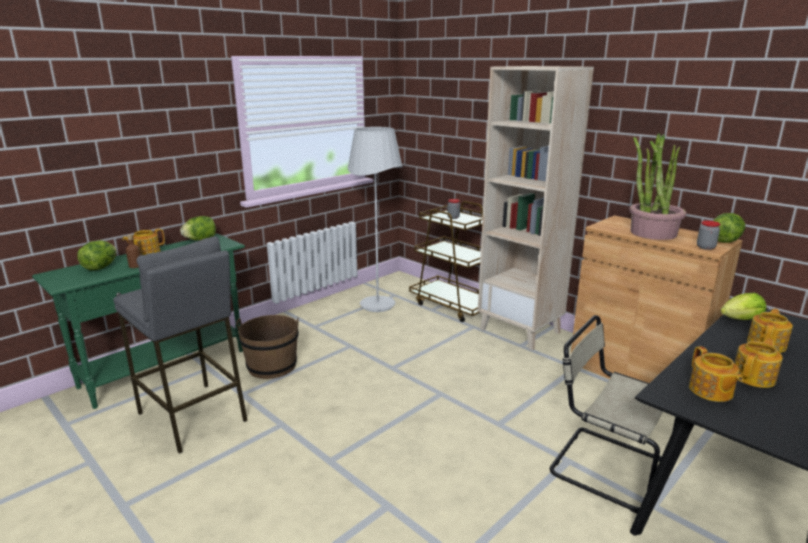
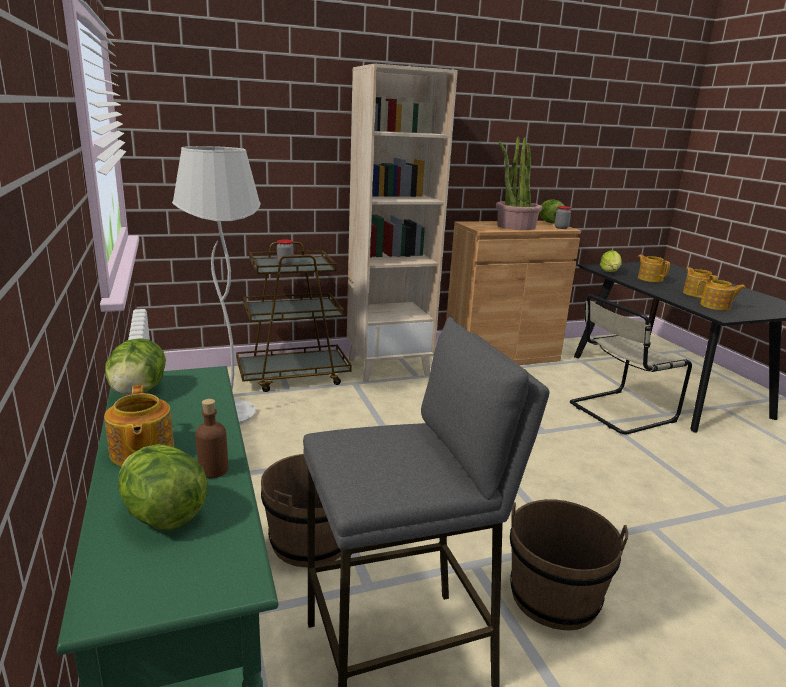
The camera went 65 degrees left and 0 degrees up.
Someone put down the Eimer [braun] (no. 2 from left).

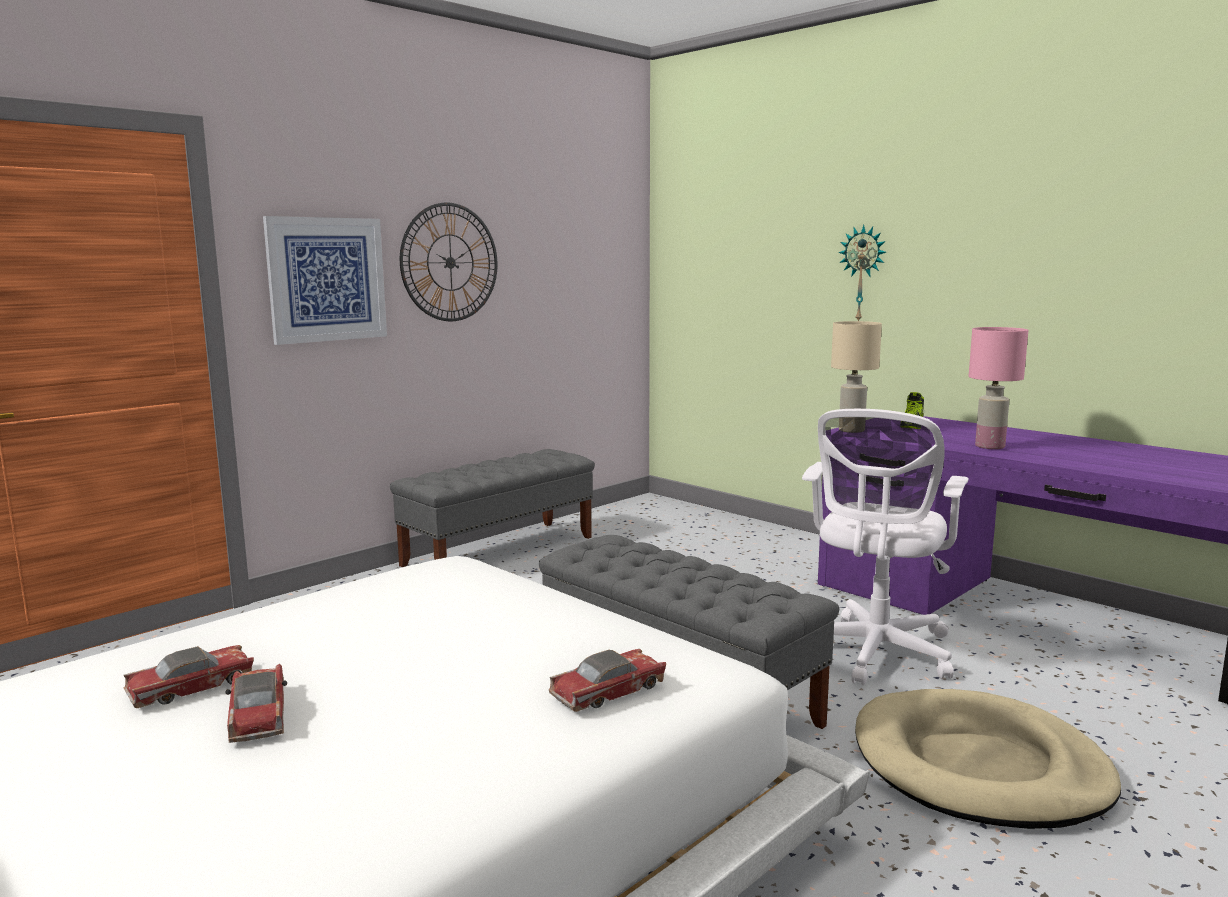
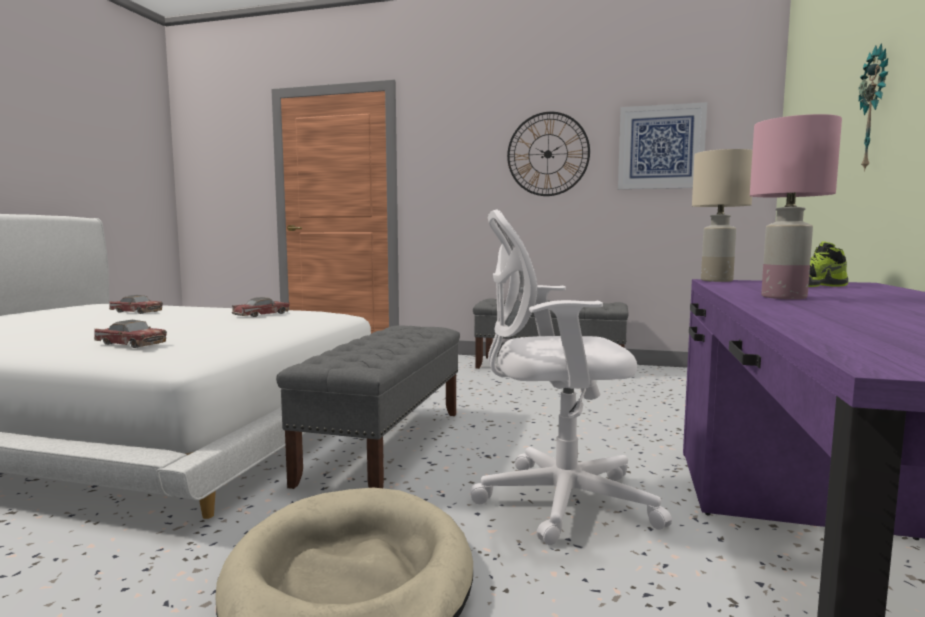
The camera went 60 degrees right and 5 degrees down.
Someone carried the Spielzeugauto (no. 2 from left in the first image).
Someone carried the Bild.

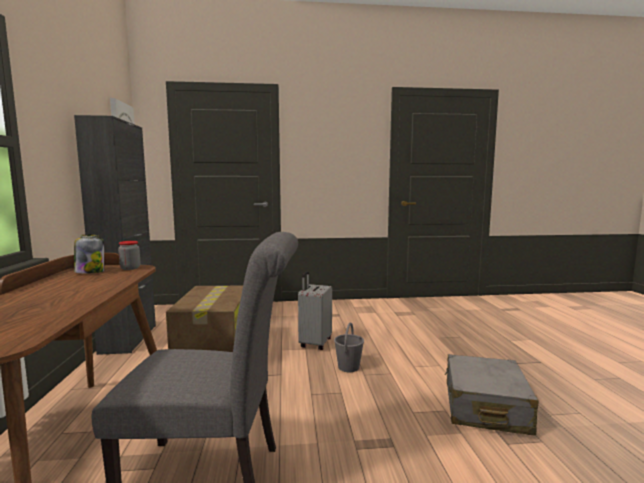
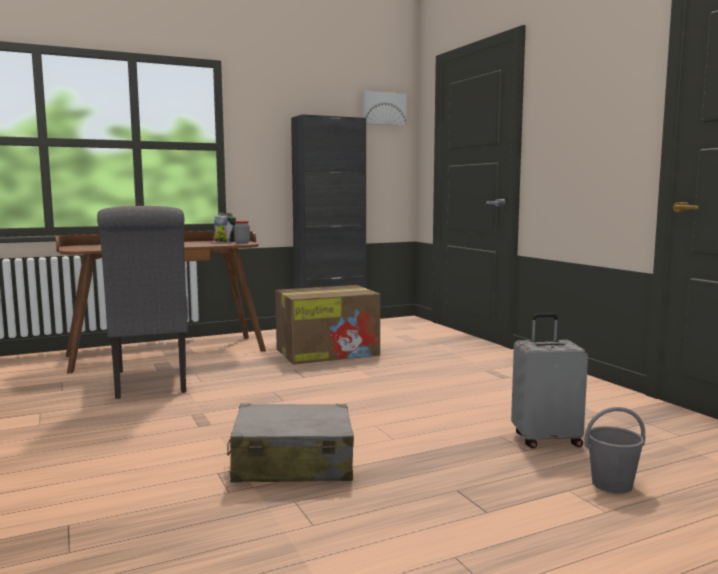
The camera went 70 degrees right and 0 degrees up.
Someone carried the Koffer [grau] (no. 1 from left in the first image).
Someone carried the Eimer [grau].

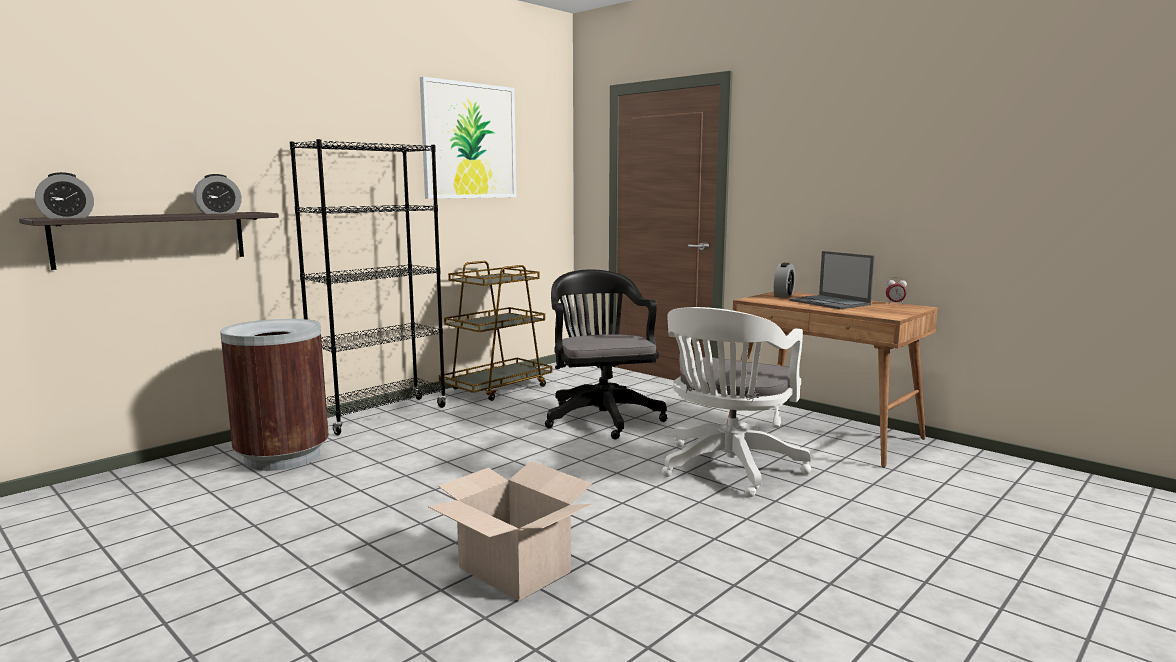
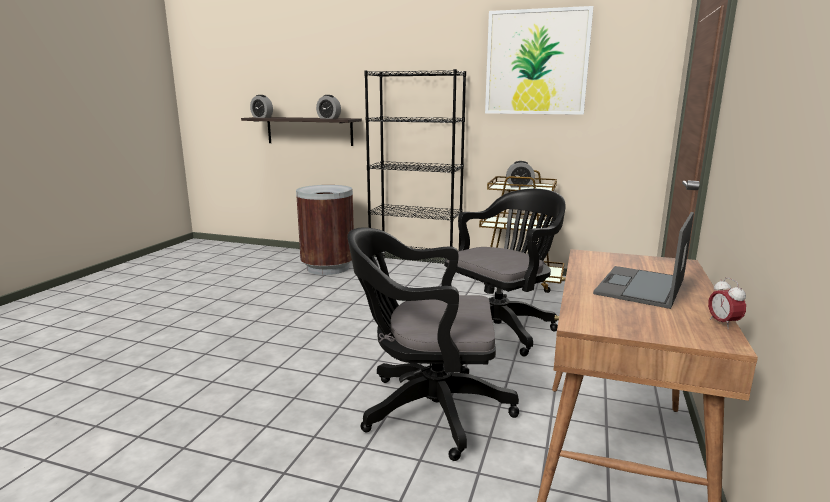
The camera went 65 degrees right and 5 degrees up.
Someone took away the Karton.
Someone carried the Wecker (no. 3 from left).
Someone repainted the Bürostuhl [weiß], which became the Bürostuhl [schwarz] (no. 1 from left).

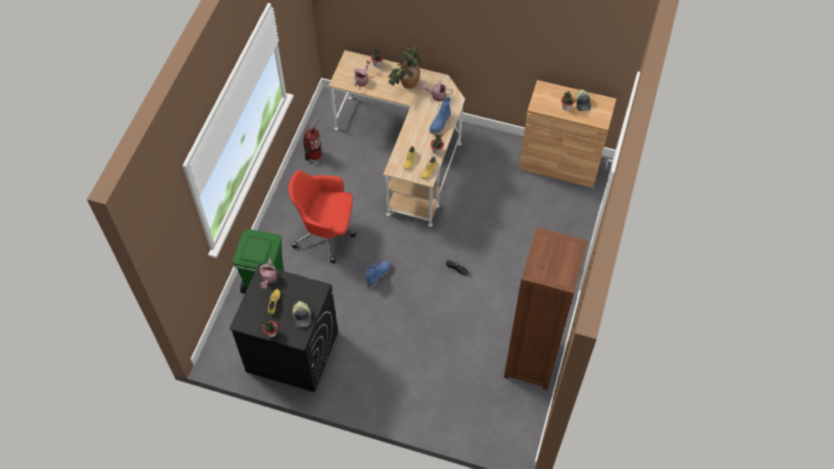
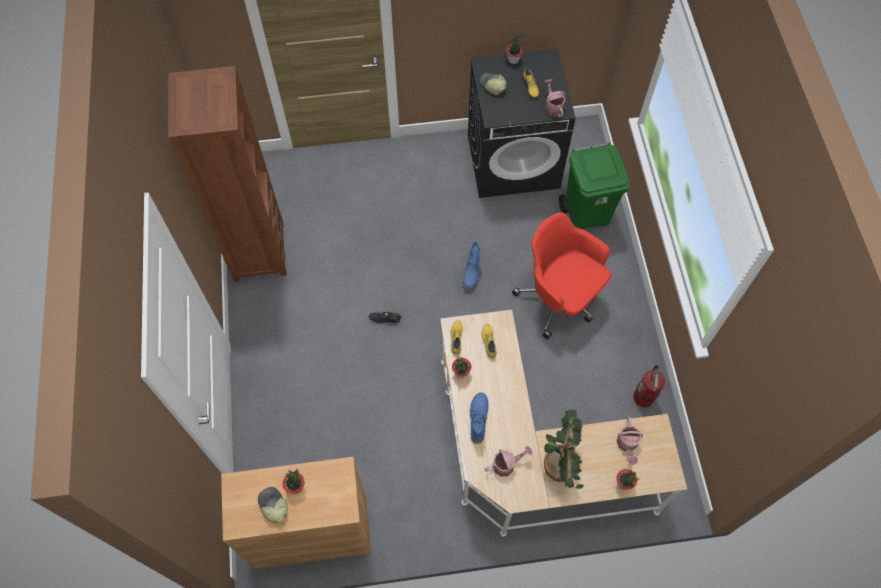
The camera went 155 degrees right and 5 degrees up.
Someone rotated the Bürostuhl [rot] by 120 degrees counterclockwise.

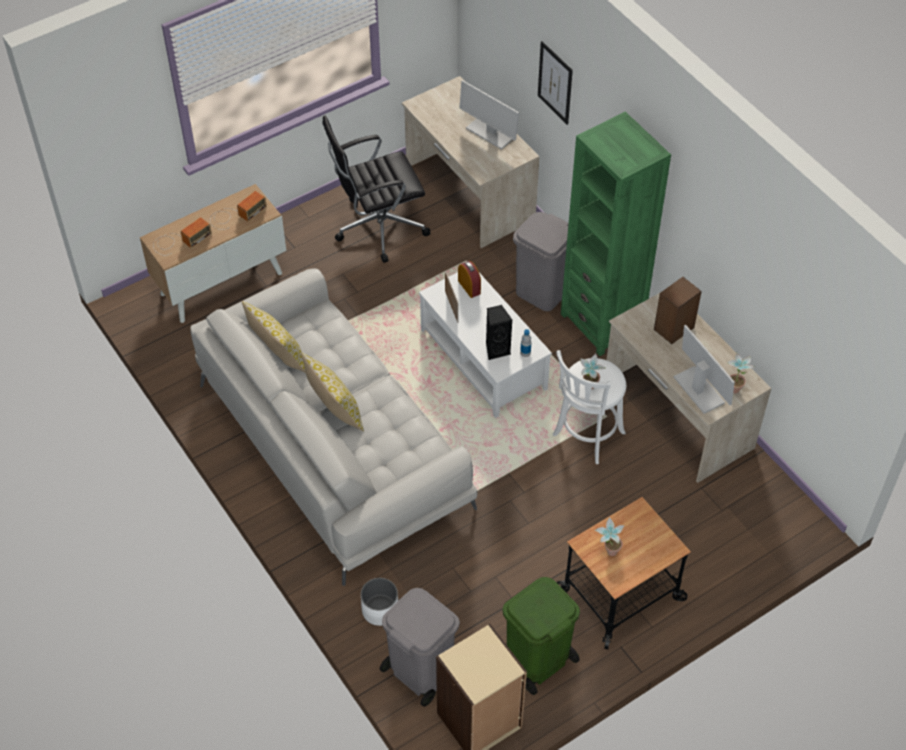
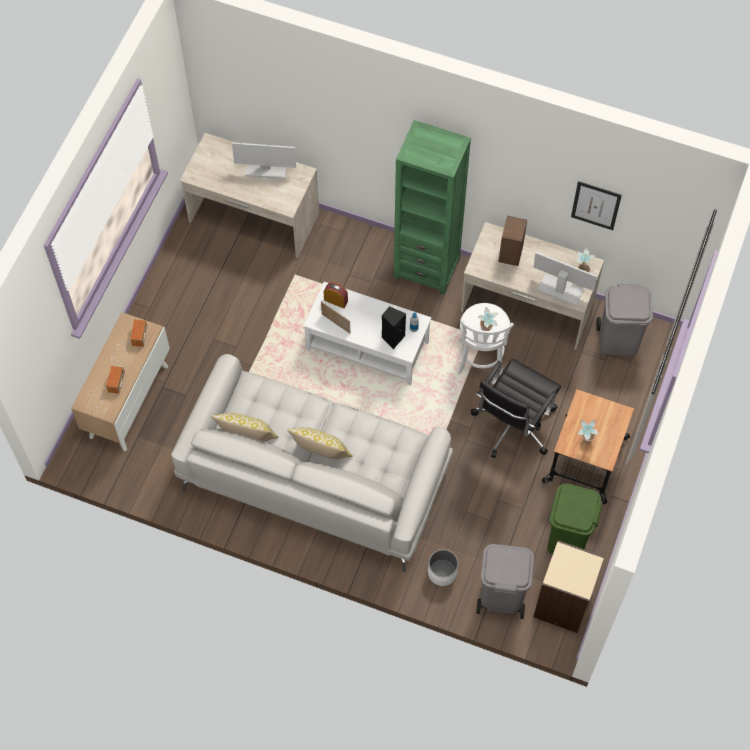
The camera went 35 degrees left and 10 degrees up.
Someone carried the Bürostuhl [schwarz].
Someone carried the Mülleimer [grau] (no. 2 from left).
Someone carried the Bild.

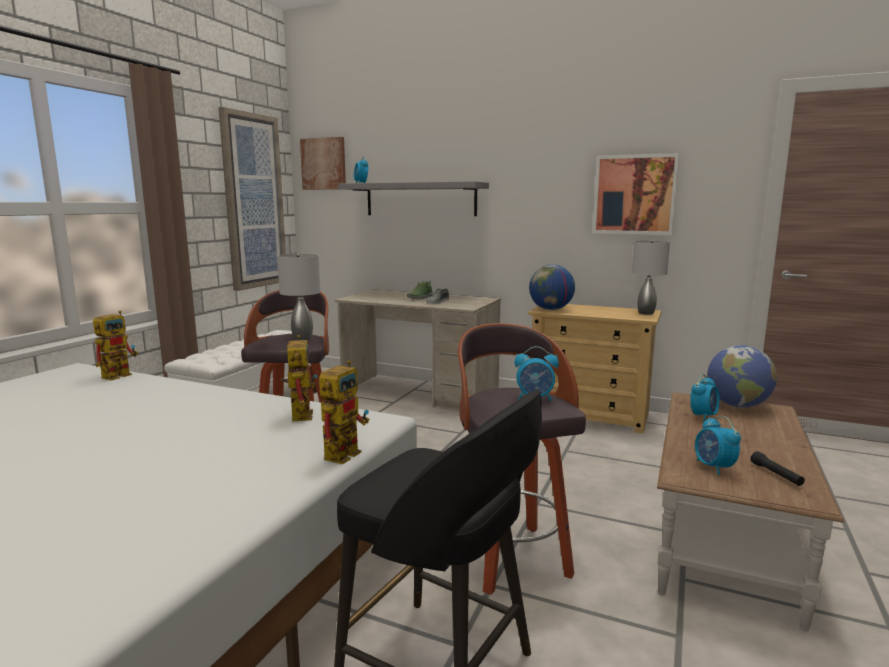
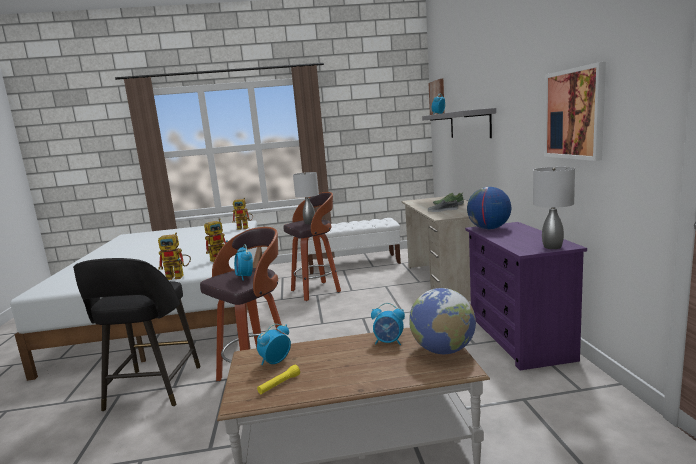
The camera went 60 degrees right and 0 degrees up.
Someone took away the Bild (no. 1 from left).
Someone repainted the Kommode [beige], which became the Kommode [lila].
Someone repainted the Taschenlampe [schwarz], which became the Taschenlampe [gelb].

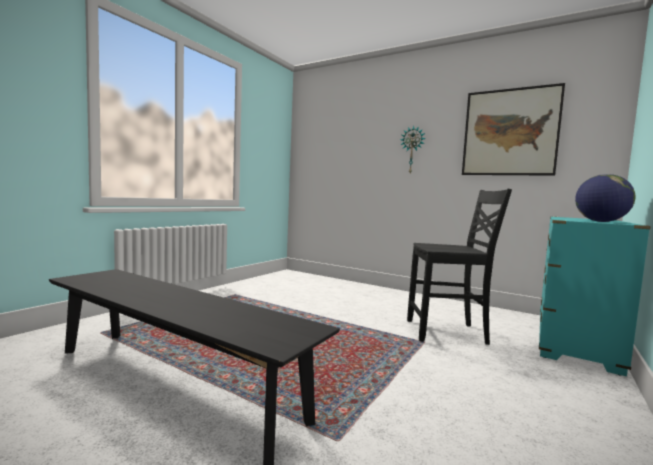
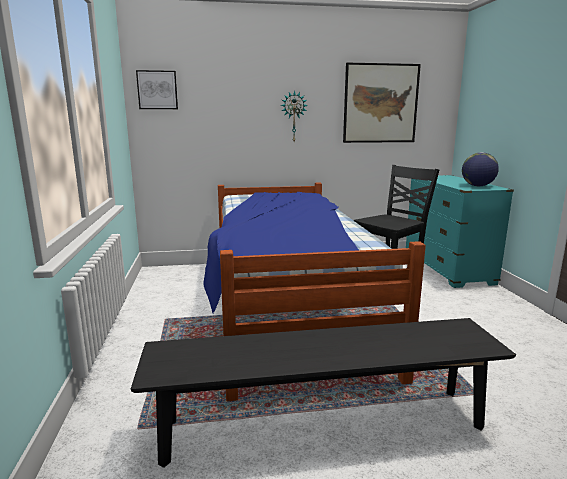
The camera went 40 degrees left and 10 degrees up.
Someone put up the Bild (no. 1 from left).
Someone put down the Bett.

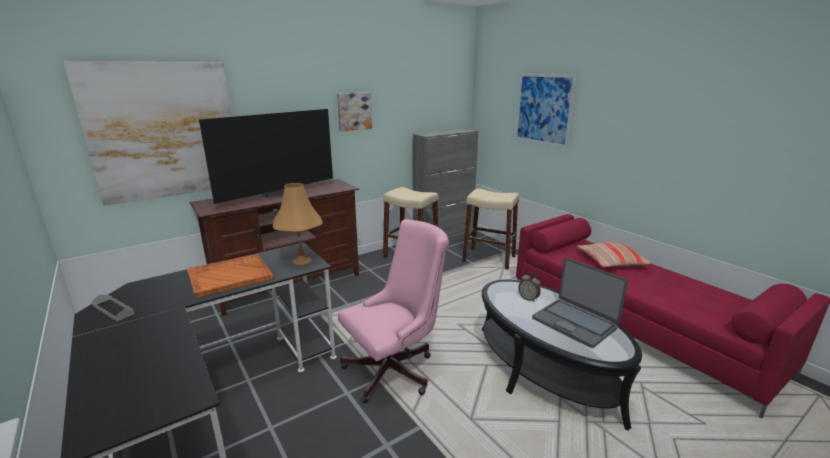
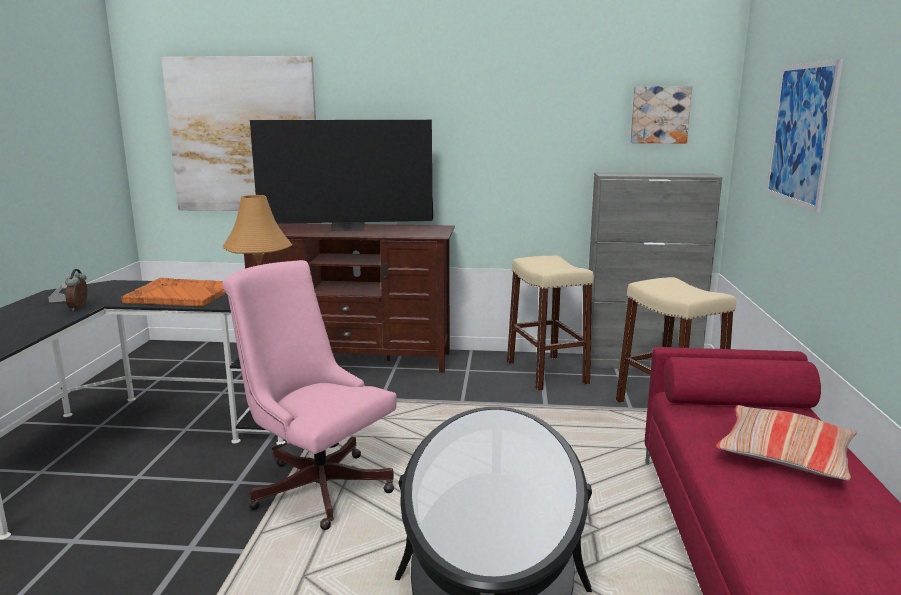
The camera went 40 degrees right and 5 degrees down.
Someone took away the Laptop.
Someone carried the Bild (no. 2 from left).
Someone carried the Wecker.
Someone rotated the Bürostuhl [rosa] by 150 degrees counterclockwise.

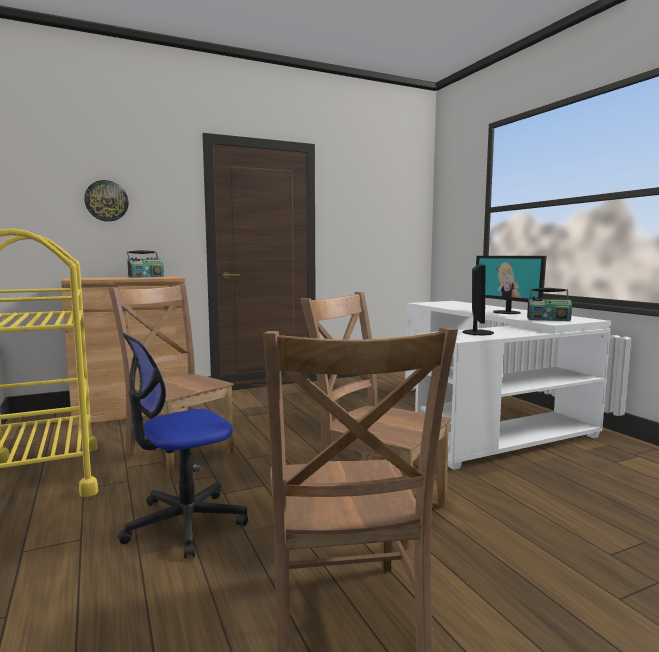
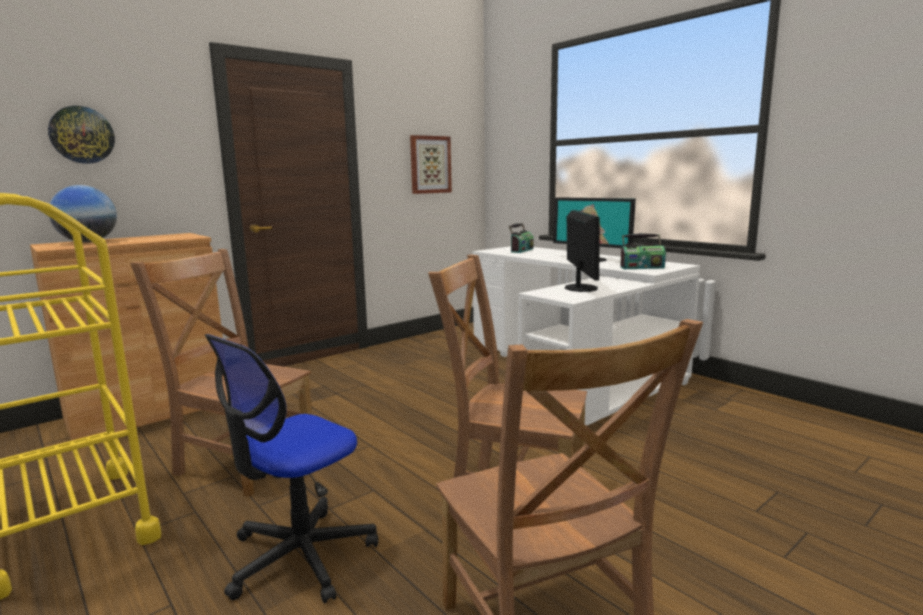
The camera went 15 degrees left and 5 degrees up.
Someone put down the Globus.
Someone put up the Bild.
Someone carried the Radio (no. 1 from left).

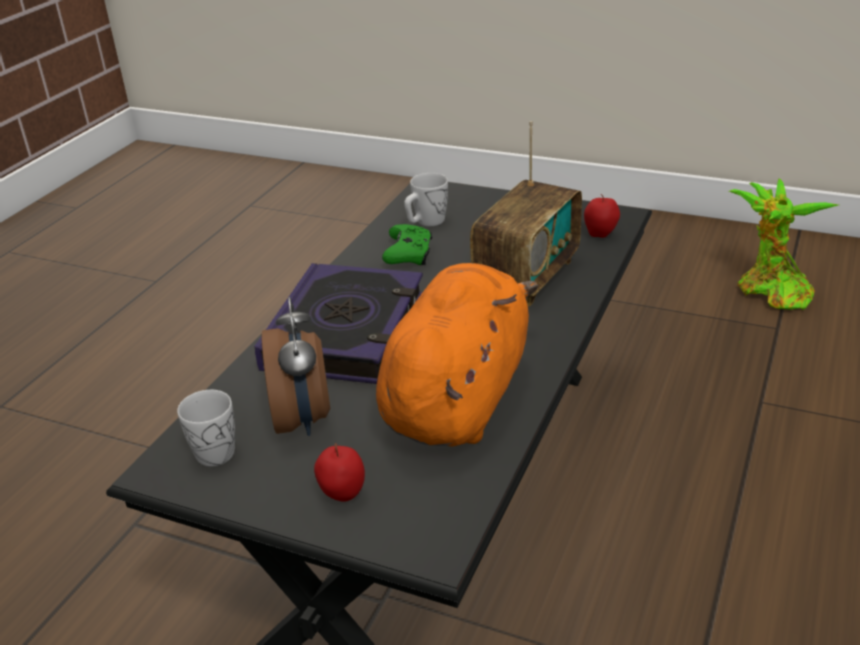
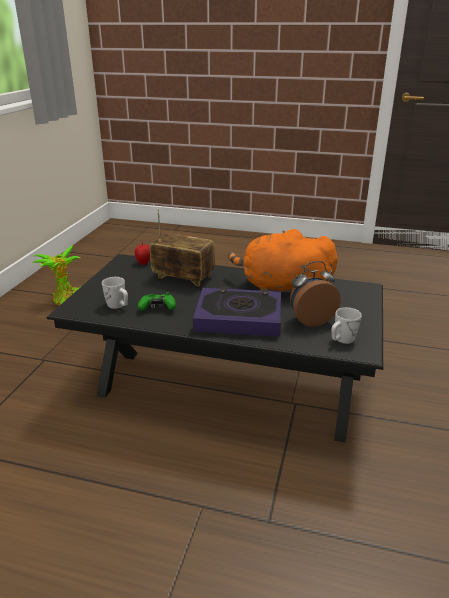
The camera went 100 degrees left and 5 degrees down.
Someone took away the Apfel (no. 1 from left).

